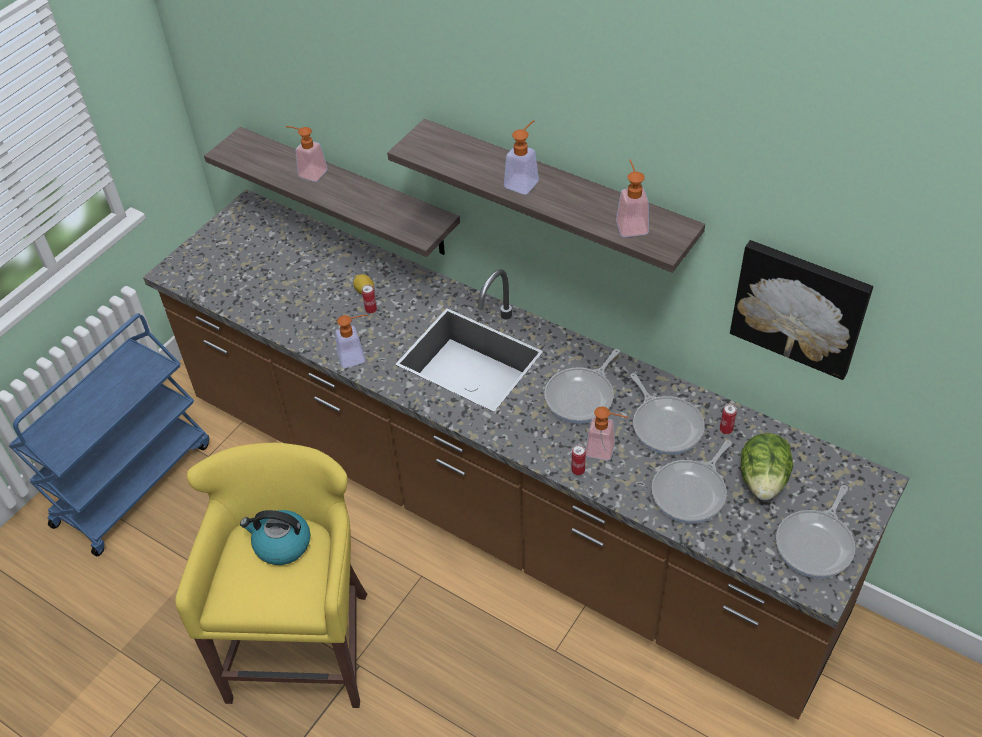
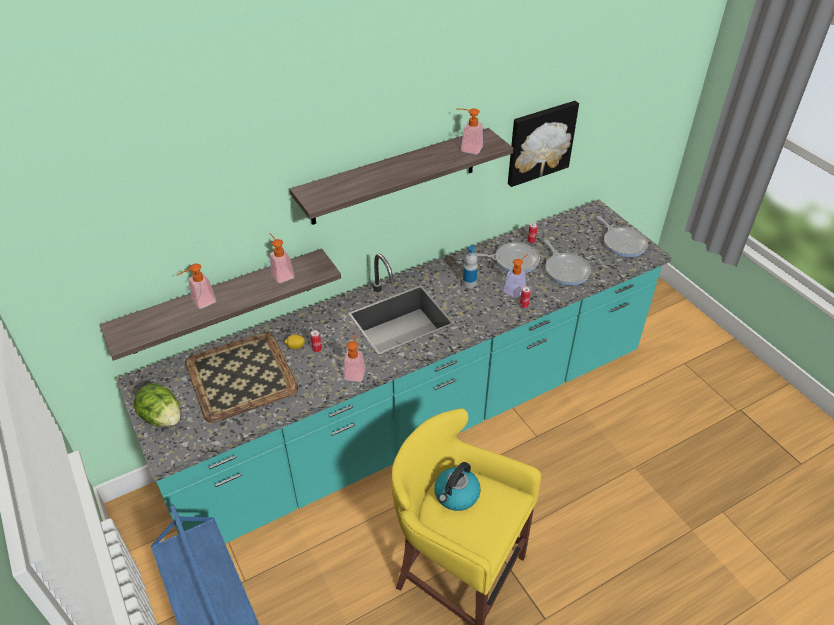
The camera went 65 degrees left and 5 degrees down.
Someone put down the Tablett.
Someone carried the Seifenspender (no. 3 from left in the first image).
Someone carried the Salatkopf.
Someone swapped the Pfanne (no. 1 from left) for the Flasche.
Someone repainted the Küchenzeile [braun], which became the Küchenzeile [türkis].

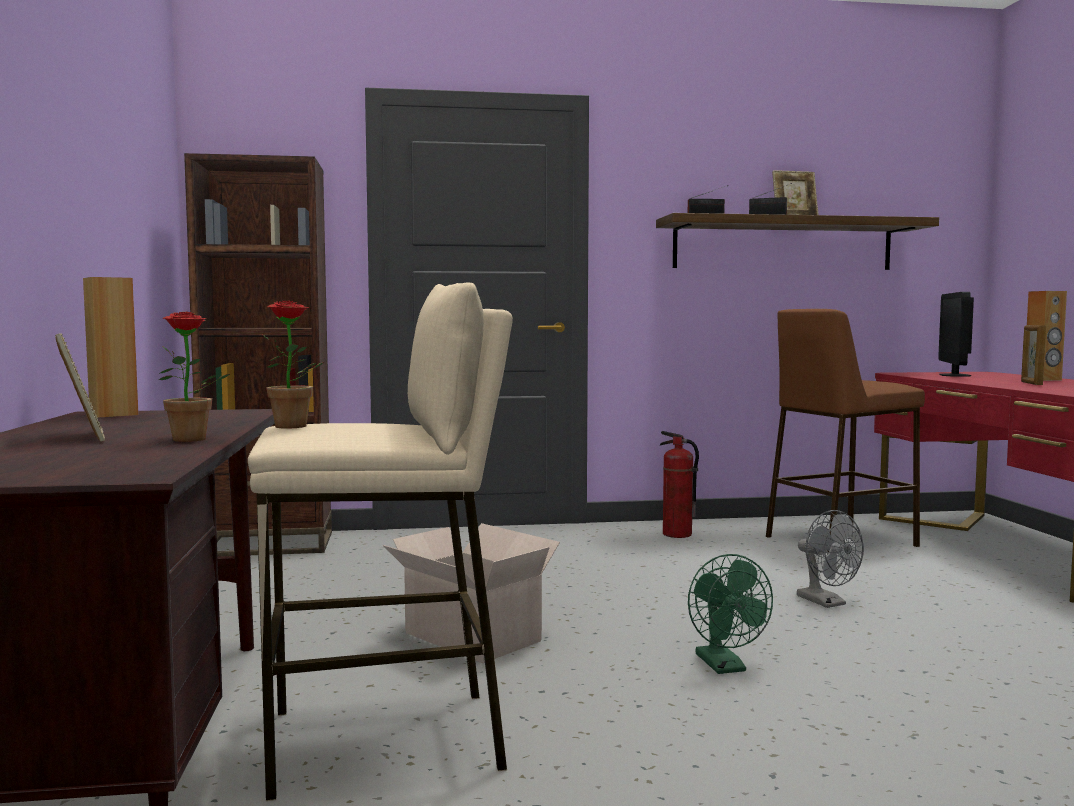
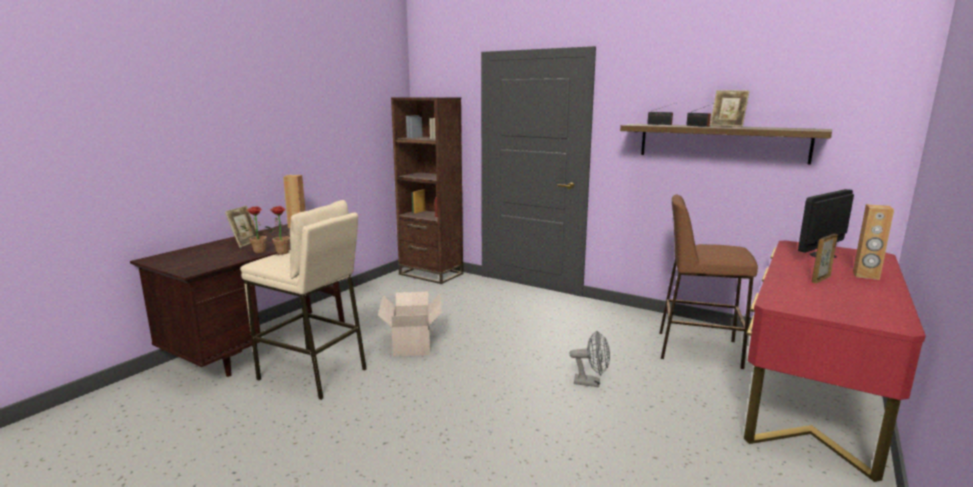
The camera went 40 degrees right and 10 degrees up.
Someone took away the Feuerlöscher.
Someone took away the Ventilator [grün].
Someone rotated the Ventilator [grau] by 90 degrees counterclockwise.

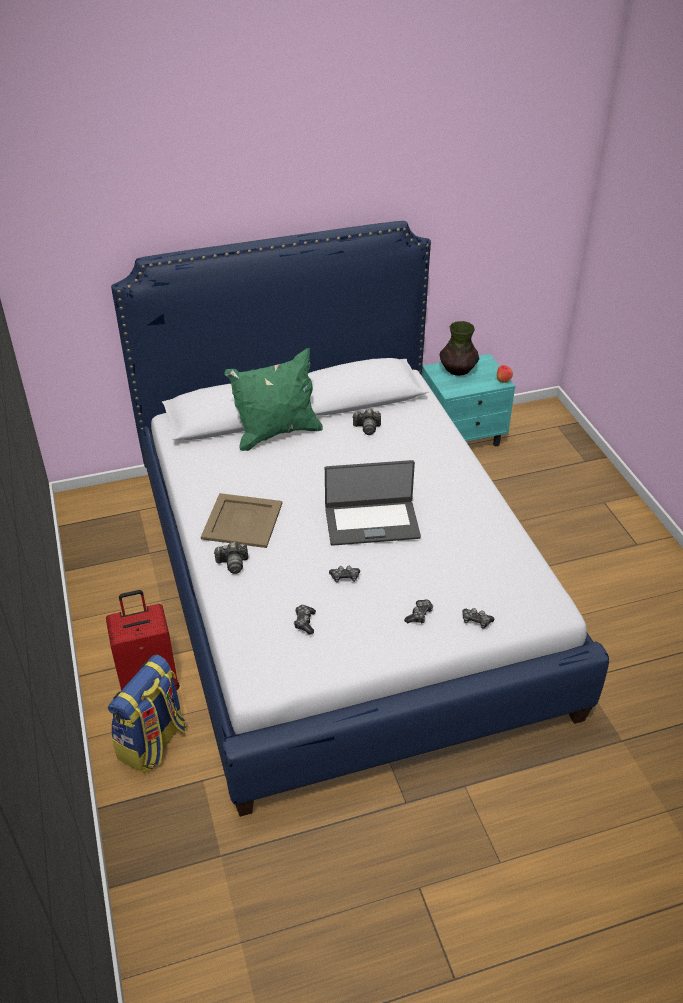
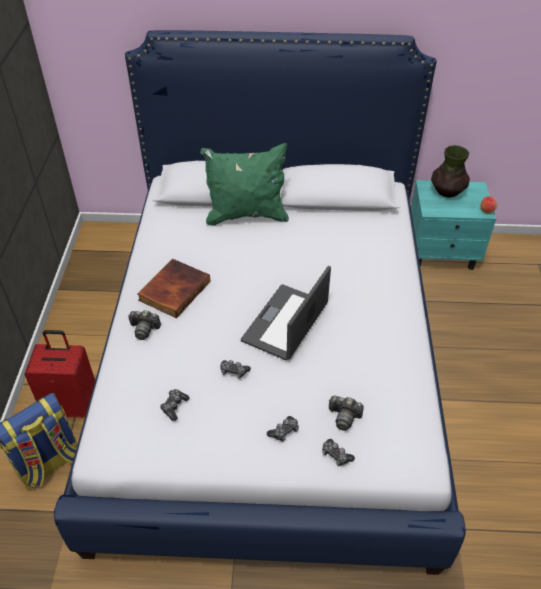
The camera went 20 degrees right and 5 degrees up.
Someone carried the Kamera (no. 2 from left).
Someone swapped the Tablett [beige] for the Buch.
Someone rotated the Laptop by 105 degrees clockwise.

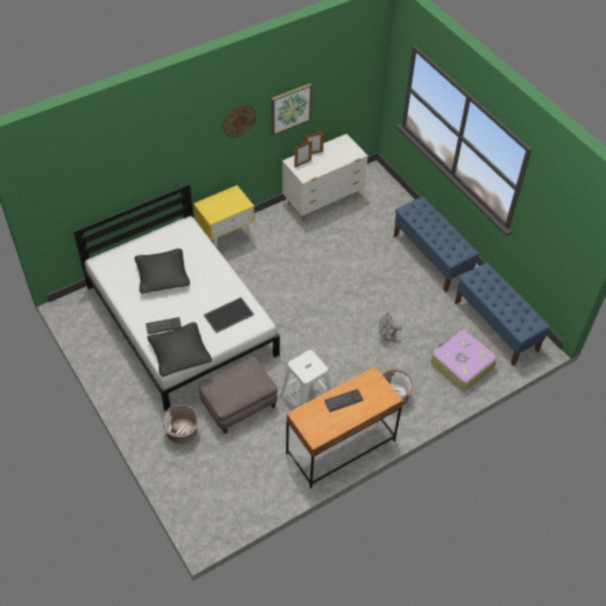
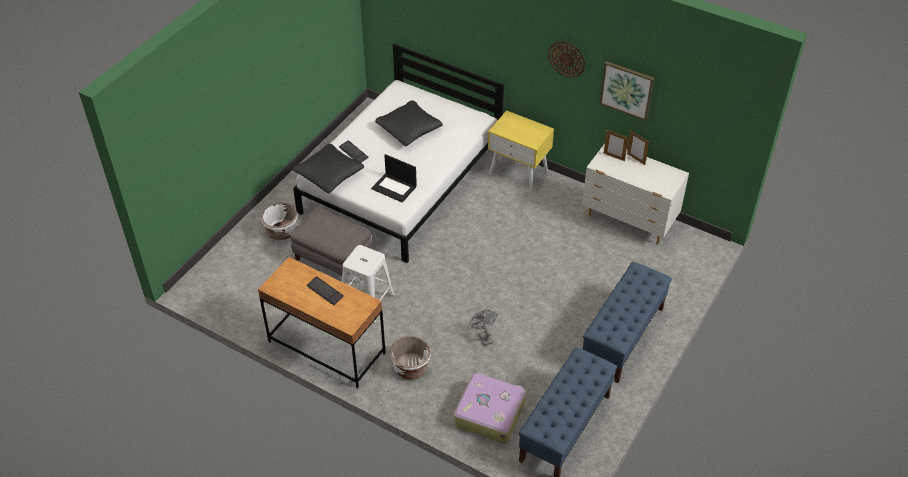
The camera went 65 degrees right and 5 degrees down.
Someone swapped the Tablett for the Laptop.

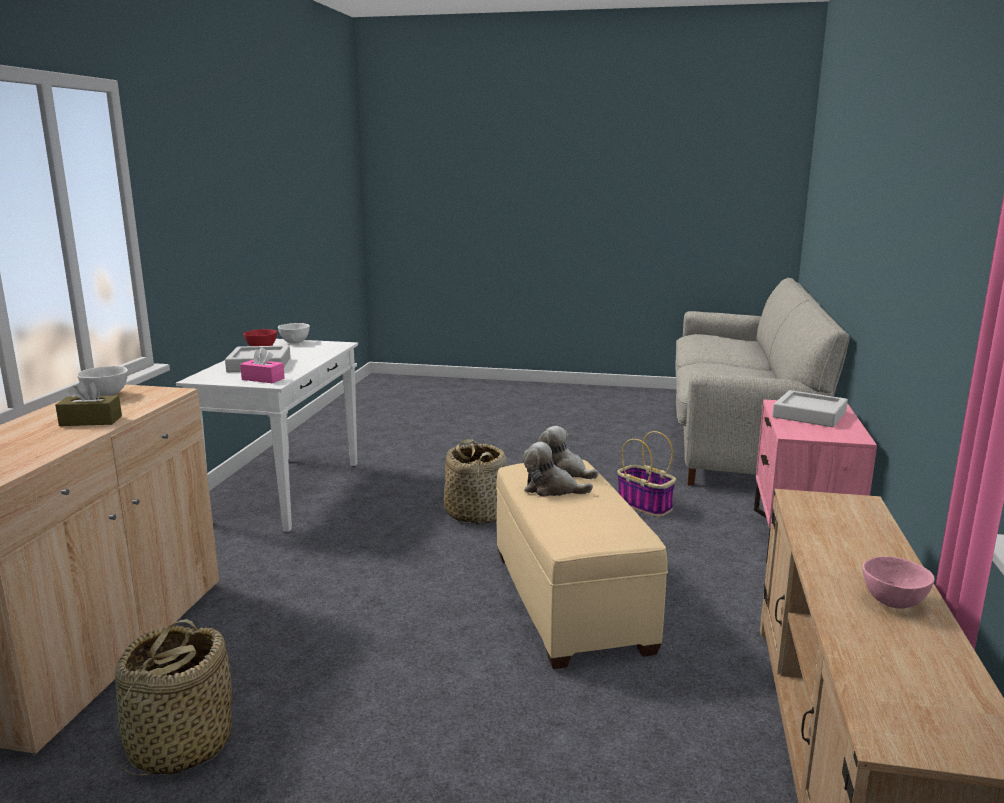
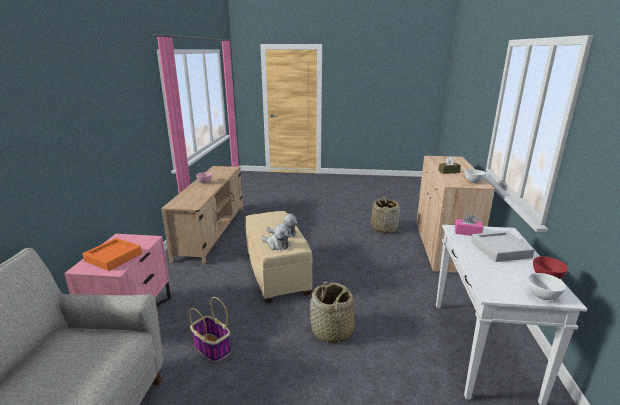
The camera went 175 degrees right and 5 degrees up.
Someone repainted the Tablett [grau] (no. 2 from left), which became the Tablett [orange].

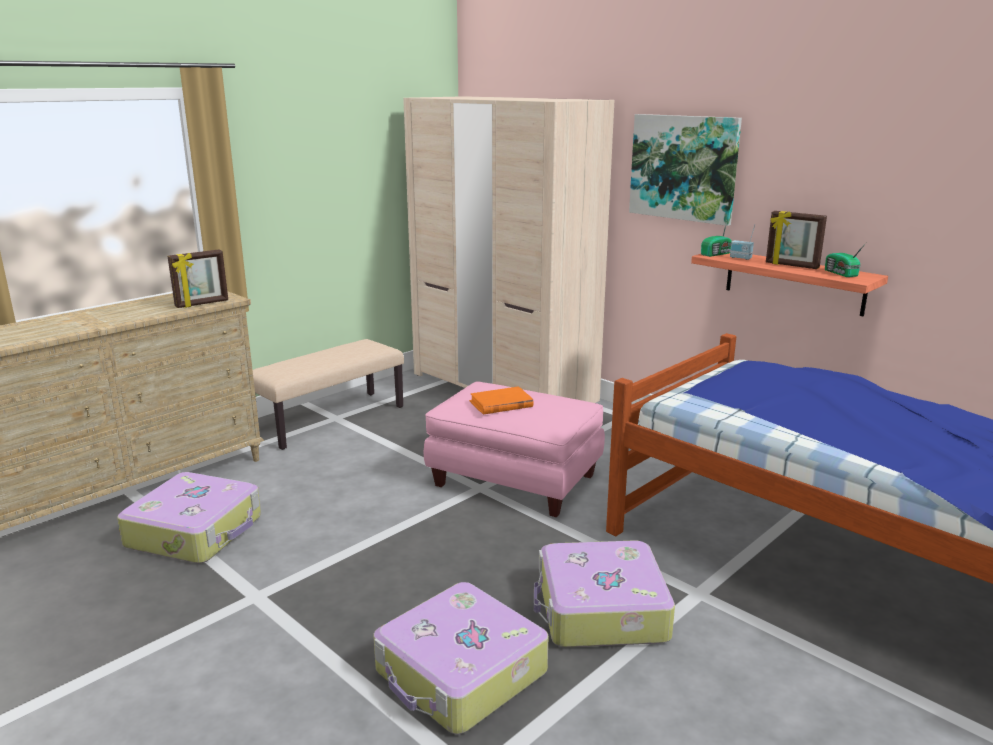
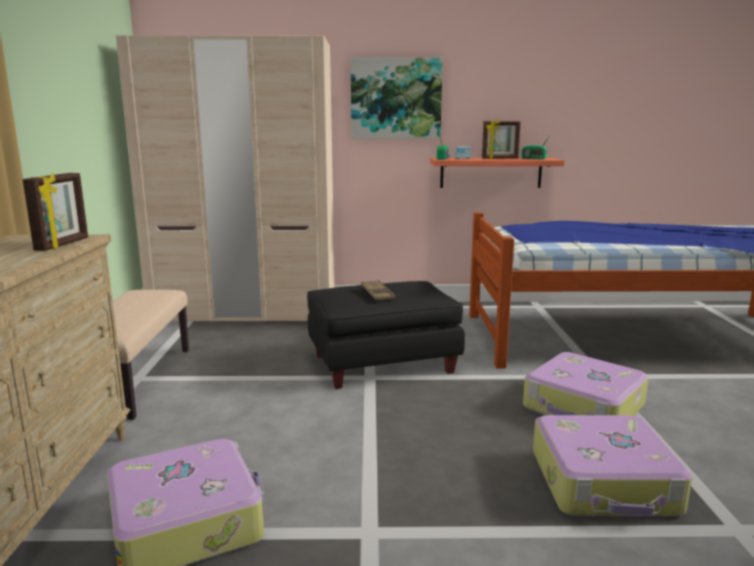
The camera went 45 degrees left and 5 degrees down.
Someone swapped the Buch [orange] for the Tablett [braun].
Someone repainted the Polsterhocker [rosa], which became the Polsterhocker [schwarz].

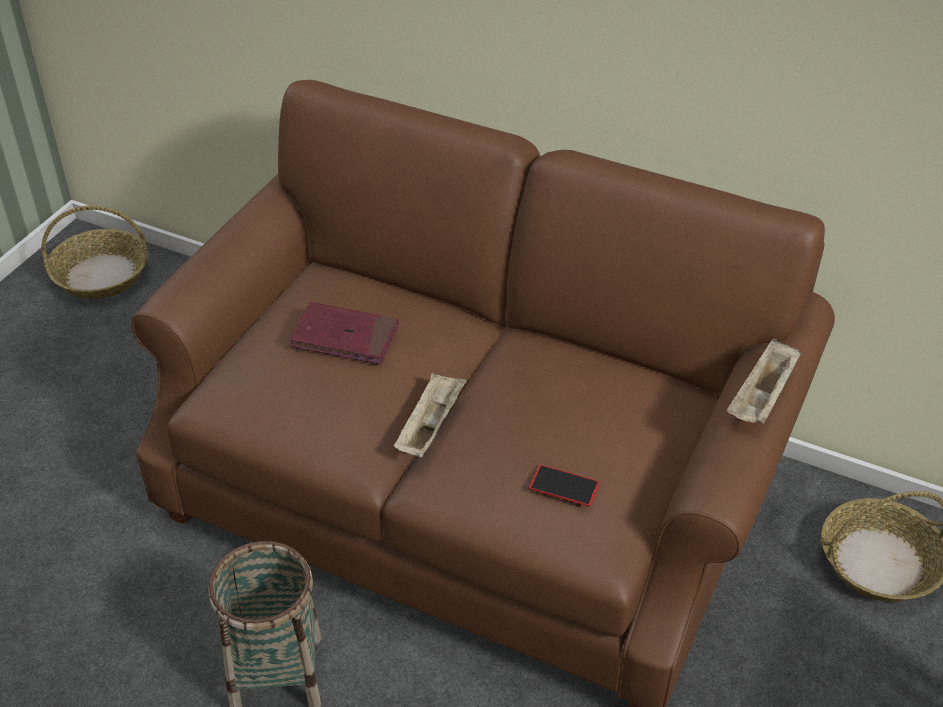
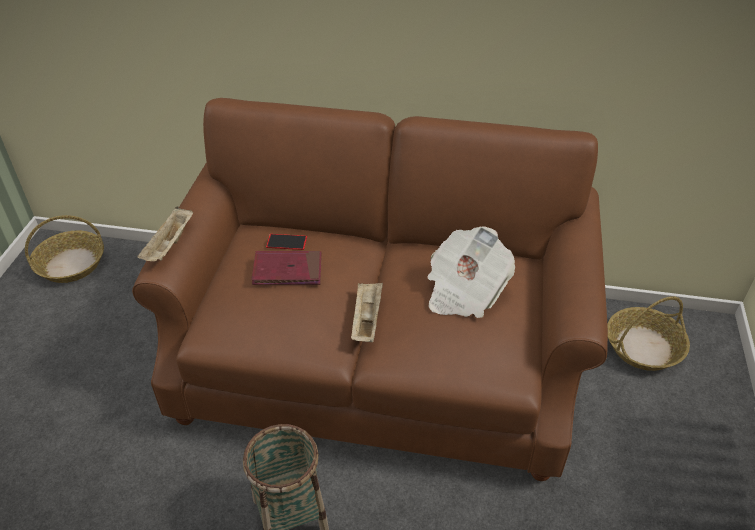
The camera went 15 degrees left and 0 degrees up.
Someone put down the Zeitung.
Someone carried the Handy.
Someone carried the Tablett [beige] (no. 2 from left in the first image).

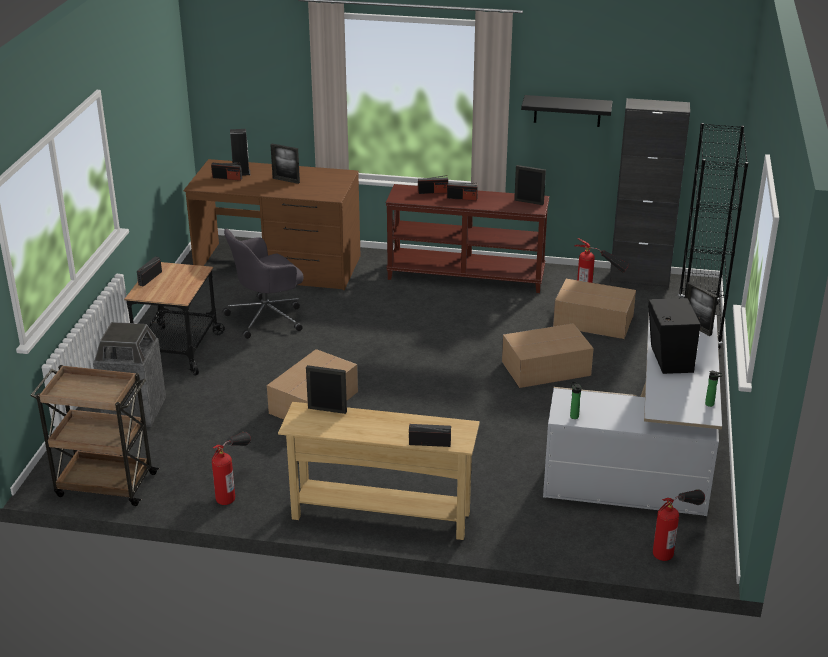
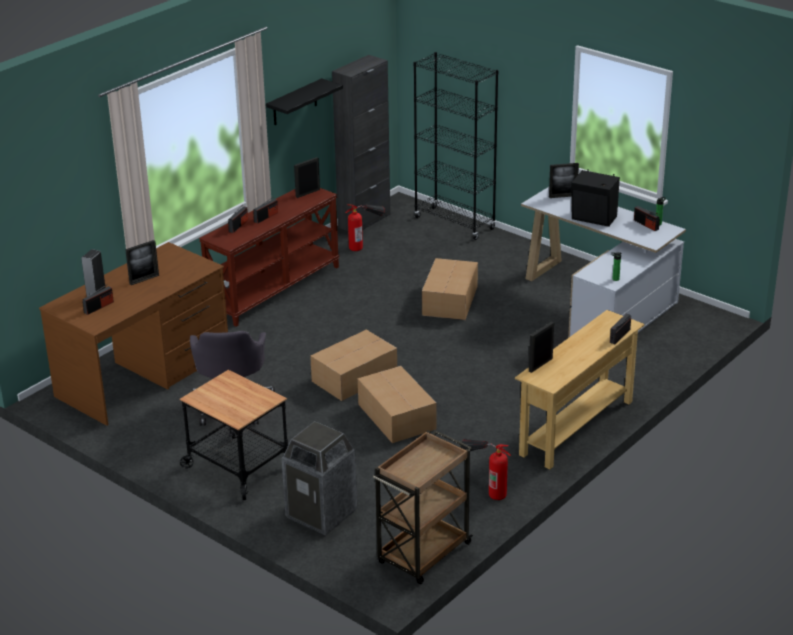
The camera went 60 degrees left and 0 degrees up.
Someone took away the Feuerlöscher (no. 3 from left).
Someone carried the Radio (no. 1 from left in the first image).
Someone carried the Karton (no. 3 from left in the first image).

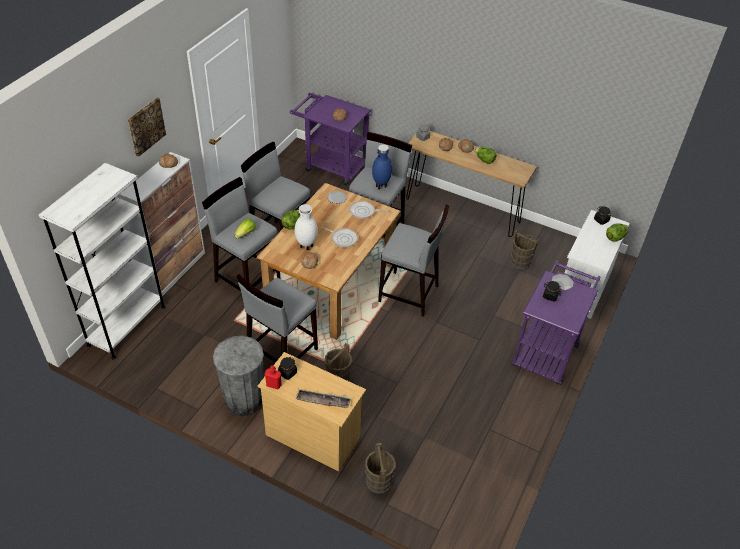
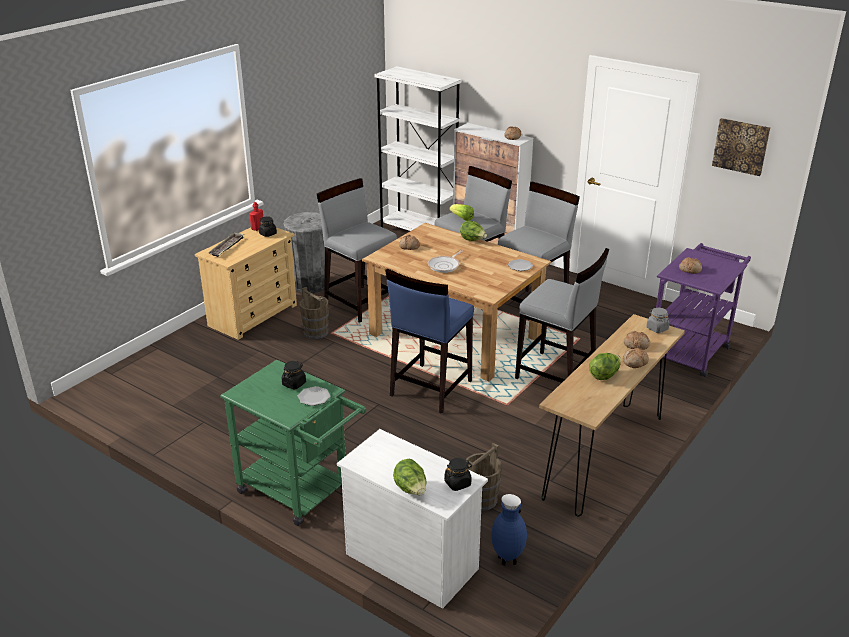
The camera went 100 degrees right and 15 degrees down.
Someone took away the Vase [weiß].
Someone took away the Pfanne (no. 2 from left).
Someone took away the Eimer [braun] (no. 2 from left).
Someone carried the Bild.
Someone carried the Vase [blau].
Someone repainted the Hocker [grau] (no. 5 from left), which became the Hocker [blau].
Someone repainted the Rollwagen [lila] (no. 2 from left), which became the Rollwagen [grün].

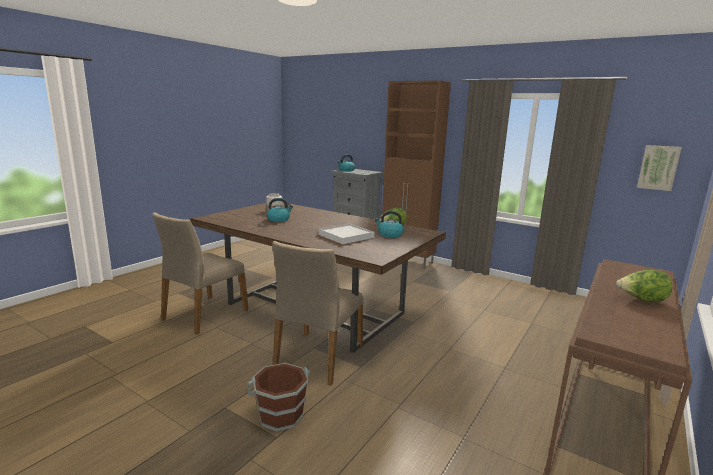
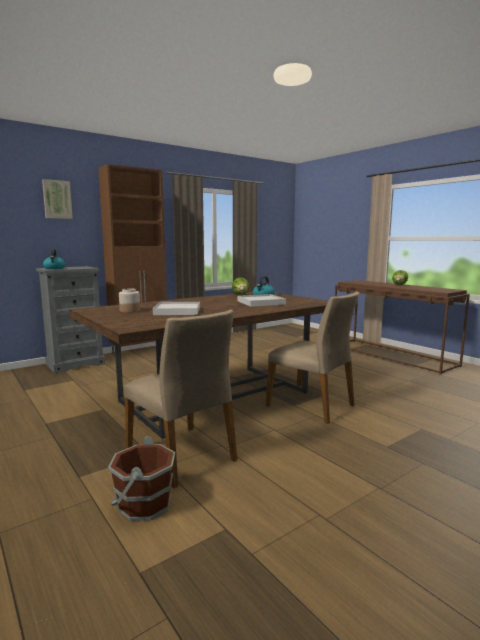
The camera went 70 degrees left and 5 degrees down.
Someone carried the Eimer [braun].
Someone carried the Bild.
Someone swapped the Wasserkessel (no. 1 from left) for the Tablett [weiß] (no. 1 from left).

